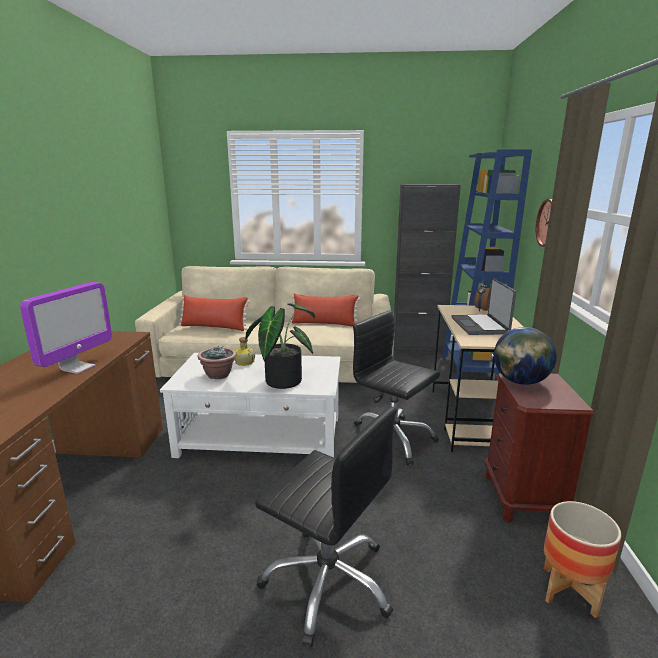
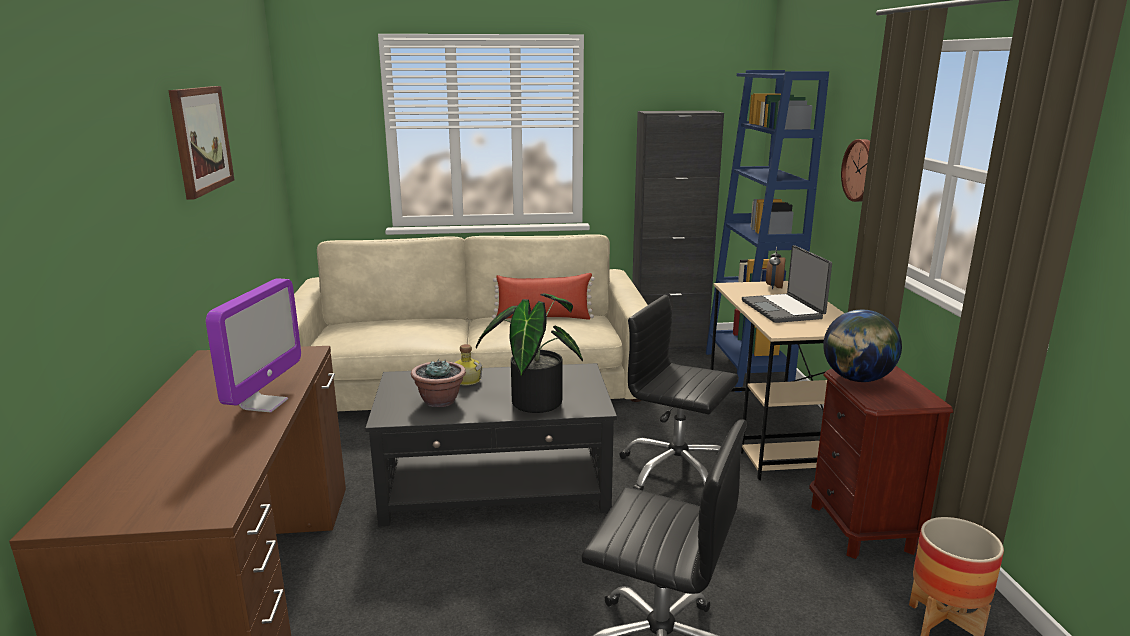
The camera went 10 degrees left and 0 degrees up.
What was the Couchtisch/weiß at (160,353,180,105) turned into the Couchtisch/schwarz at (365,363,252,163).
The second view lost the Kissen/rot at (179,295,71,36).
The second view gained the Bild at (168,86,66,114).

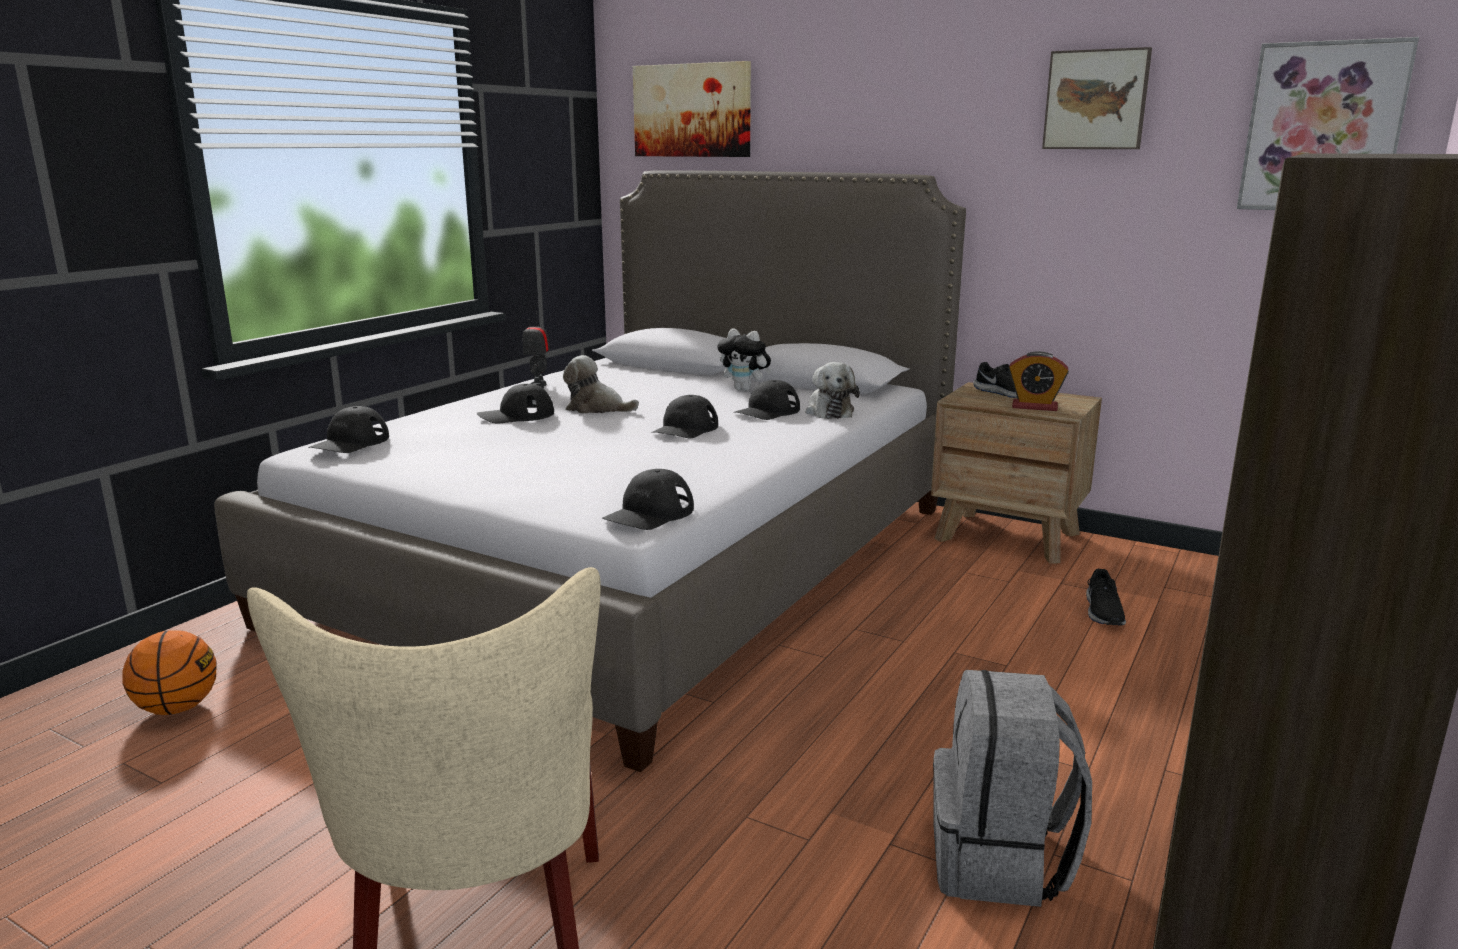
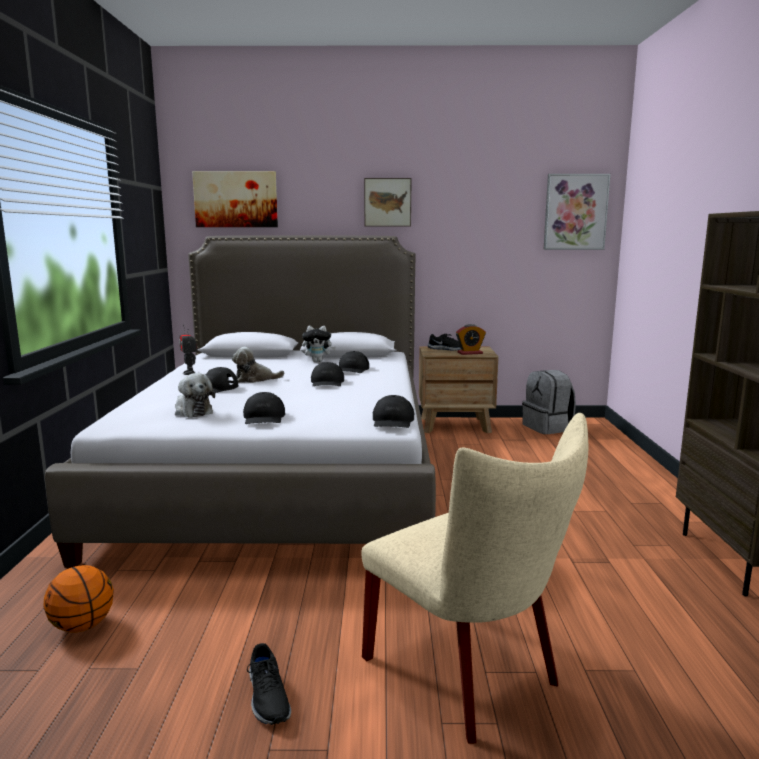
The camera went 30 degrees left and 5 degrees down.
The Kappe/schwarz ended up elsewhere, having gone from (308,406,81,47) to (243,392,42,32).
The Plüschtier ended up elsewhere, having gone from (805,362,55,57) to (175,373,40,44).
The Rucksack/grau ended up elsewhere, having gone from (933,670,159,237) to (522,370,54,64).
The Bild ended up elsewhere, having gone from (1042,47,110,102) to (364,178,48,49).
The Schuh/schwarz ended up elsewhere, having gone from (1086,569,40,56) to (247,643,44,82).

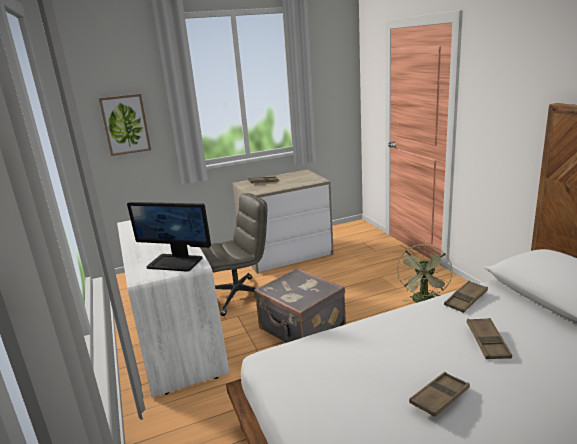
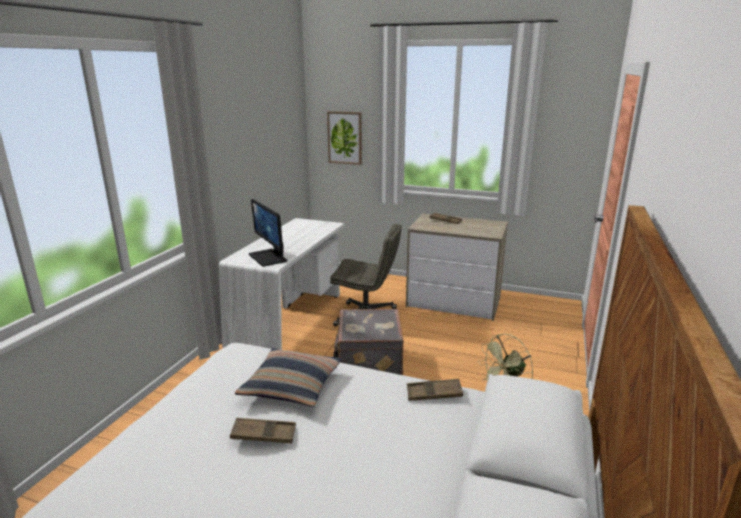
The camera went 40 degrees right and 0 degrees up.
The second view lost the Tablett/braun at (467,318,45,41).
The second view gained the Kissen at (235,348,107,59).

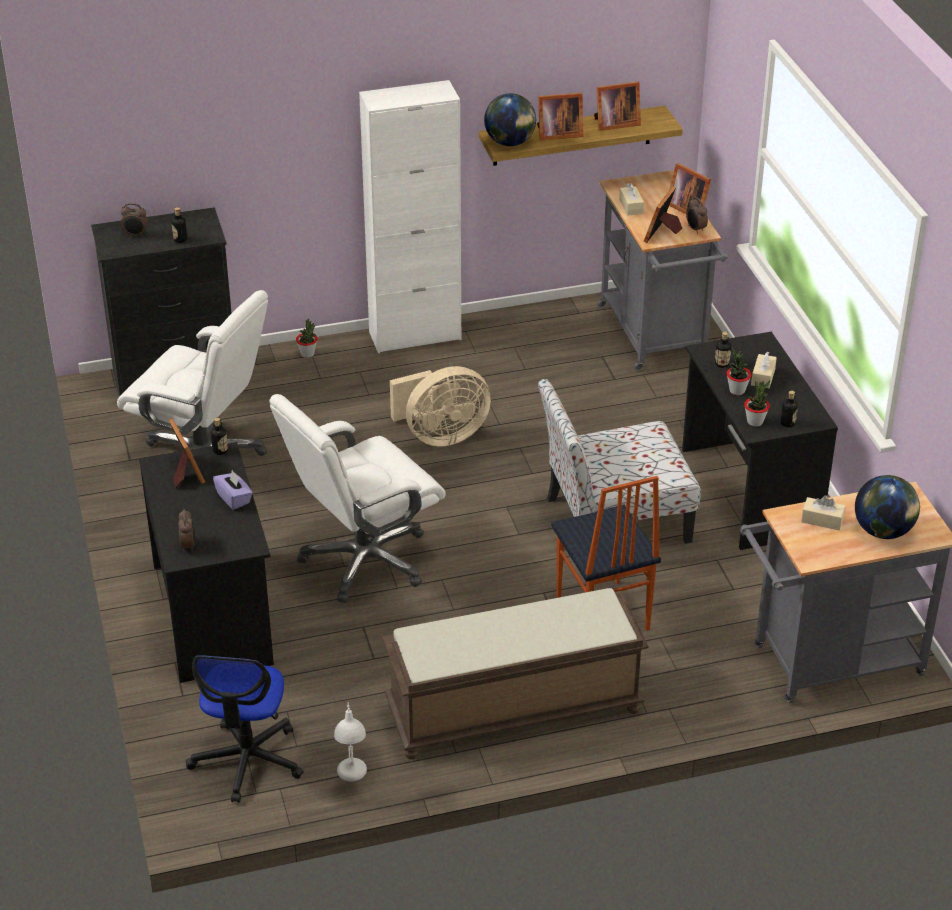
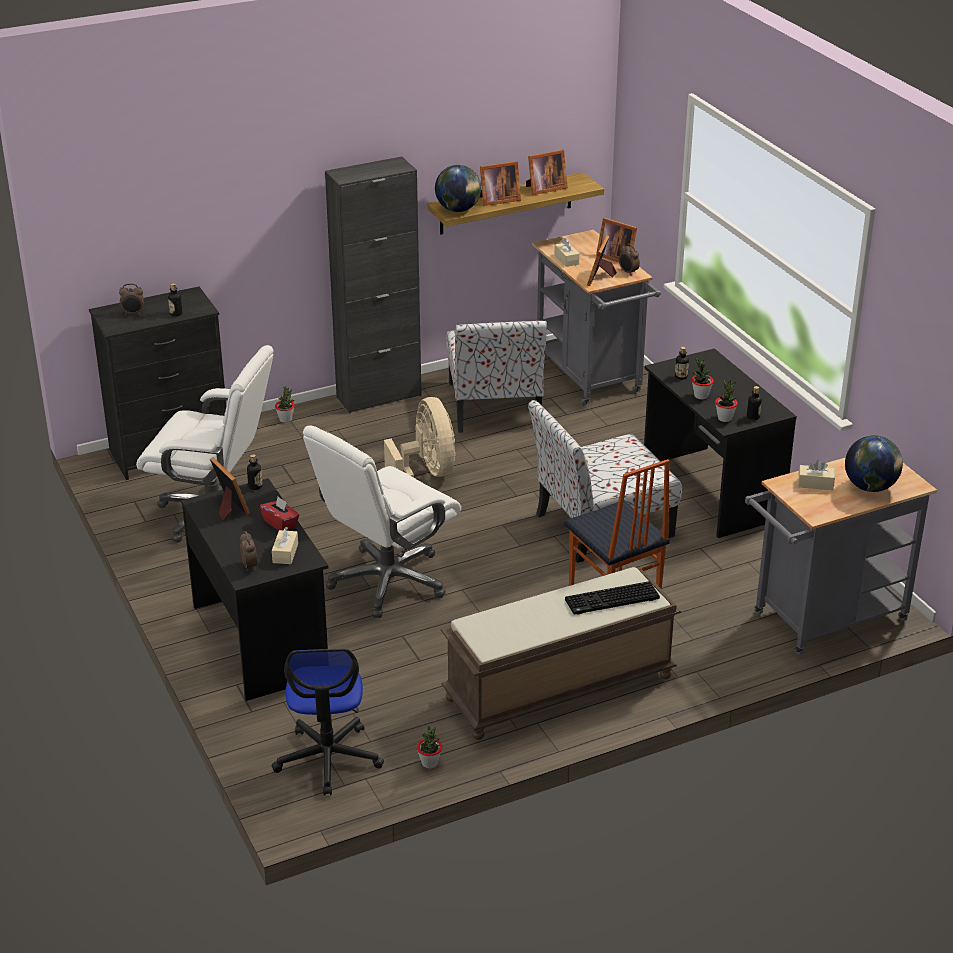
The camera went 10 degrees left and 5 degrees down.
What was the Taschentuchbox/lila at (213,470,40,40) turned into the Taschentuchbox/rot at (260,497,40,34).
Where the Tischlampe/weiß stood at (334,703,33,78), the Topfpflanze came to stand at (417,726,25,43).
What was the Schrank/weiß at (359,80,102,273) turned into the Schrank/schwarz at (325,156,97,257).
The Ventilator/beige at (390,366,101,80) ended up facing another way, 75 degrees counterclockwise from before.
The Taschentuchbox/beige ended up elsewhere, having gone from (751,351,26,37) to (272,527,26,37).
The second view gained the Stuhl at (446,321,101,112).
The second view gained the Tastatur at (565,581,95,34).

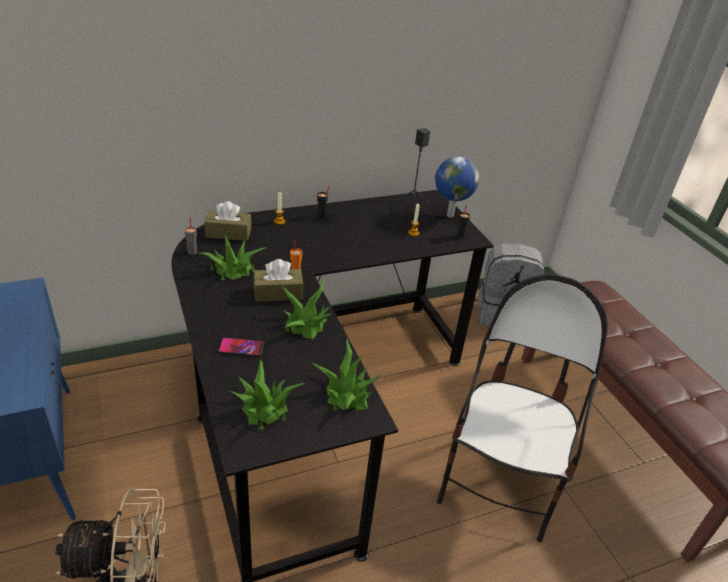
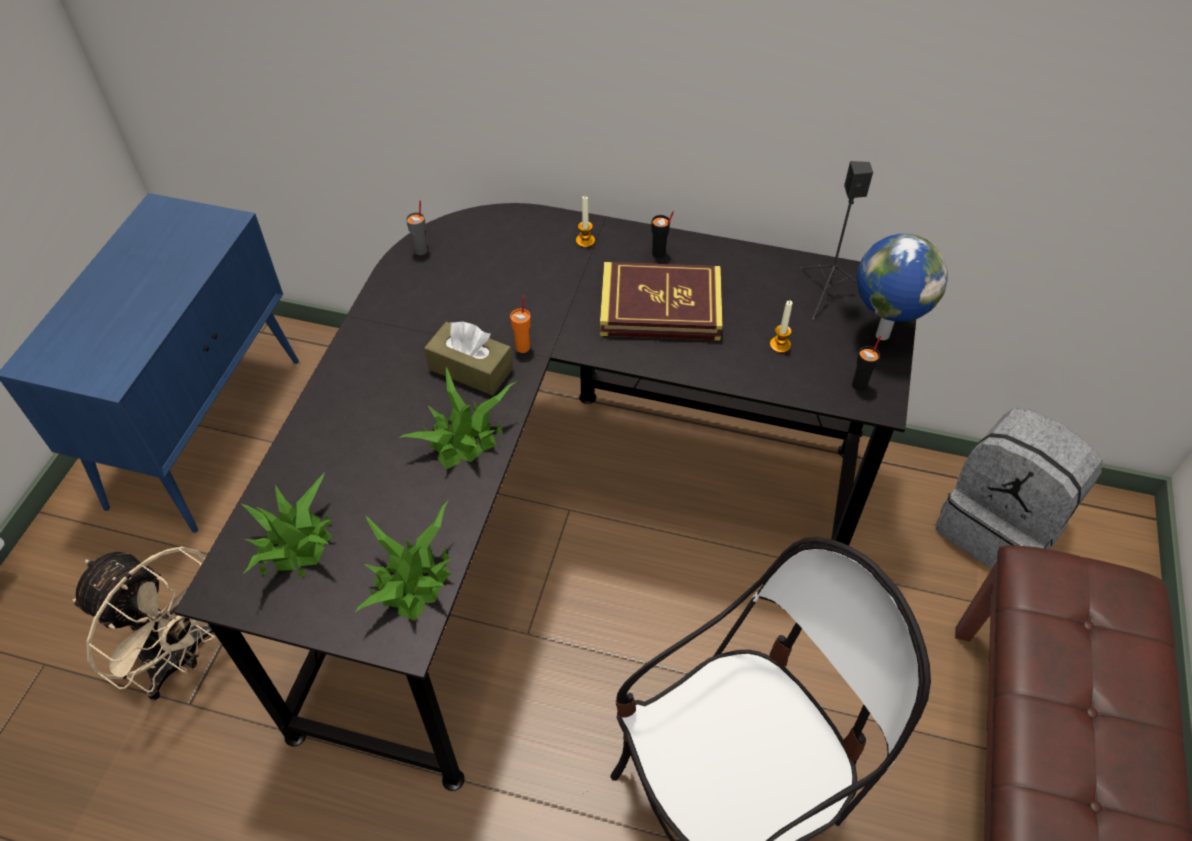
The camera went 40 degrees right and 15 degrees up.
The second view lost the Topfpflanze at (200,234,67,46).
The second view lost the Taschentuchbox/braun at (204,201,47,40).
The second view lost the Handy at (218,338,46,19).
The second view gained the Buch at (600,262,123,78).

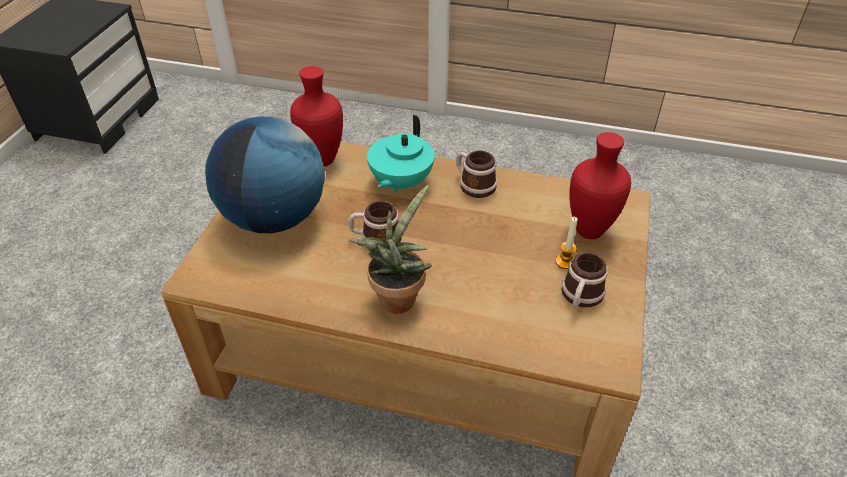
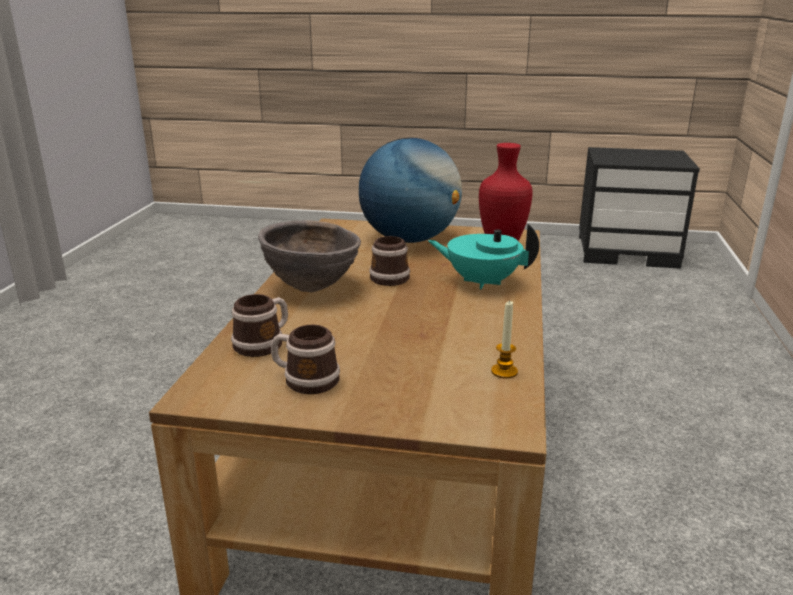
The camera went 85 degrees right and 20 degrees down.
Where the Topfpflanze stood at (349,185,83,129), the Schüssel/braun came to stand at (258,220,103,73).
The Henkelbecher ended up elsewhere, having gone from (456,151,41,47) to (231,294,57,63).
The Kerze ended up elsewhere, having gone from (555,217,22,52) to (491,300,27,79).
The second view lost the Vase/rot at (569,132,62,107).

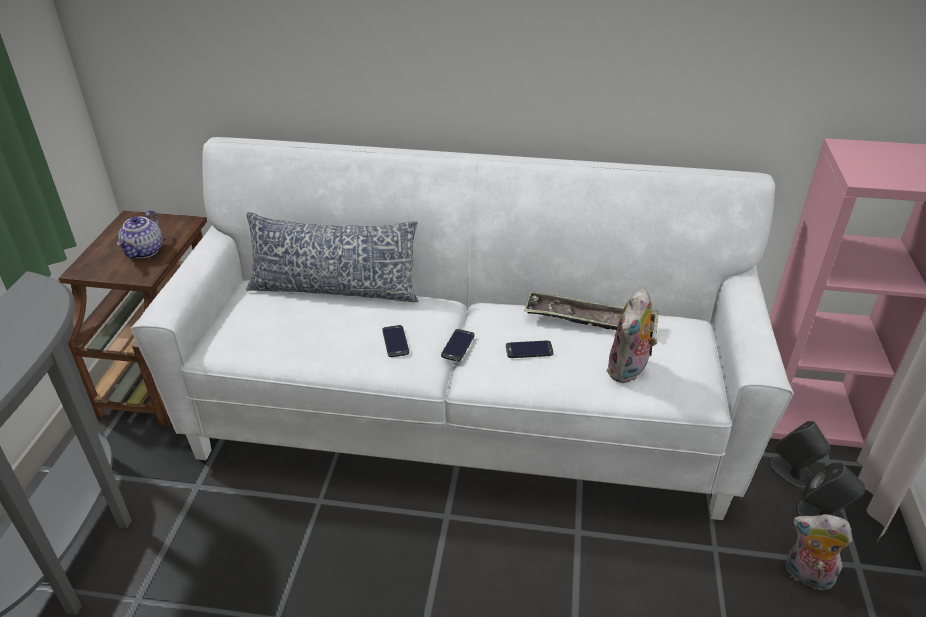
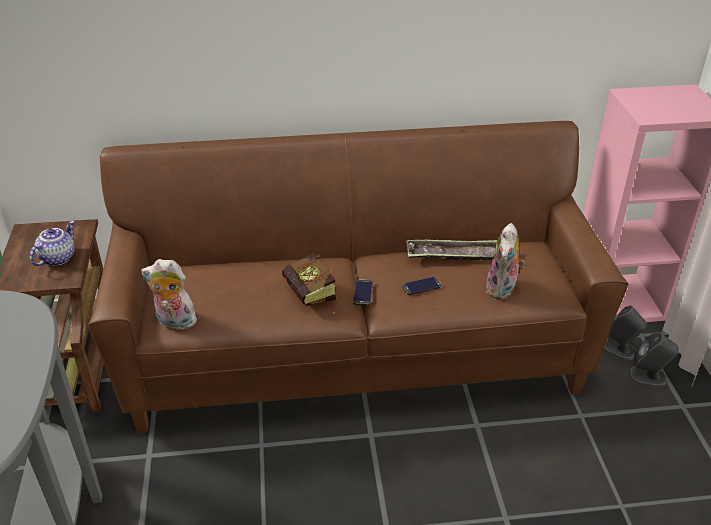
The camera went 15 degrees left and 0 degrees up.
The Teekanne at (117,210,46,48) ended up facing another way, 150 degrees counterclockwise from before.
What was the Sofa/weiß at (131,137,663,383) turned into the Sofa/braun at (88,121,541,313).
The second view lost the Kissen at (246,212,172,90).
Where the Handy stood at (382,325,27,32), the Buch came to stand at (282,253,54,61).
The Plüschtier ended up elsewhere, having gone from (785,514,67,76) to (141,259,58,71).

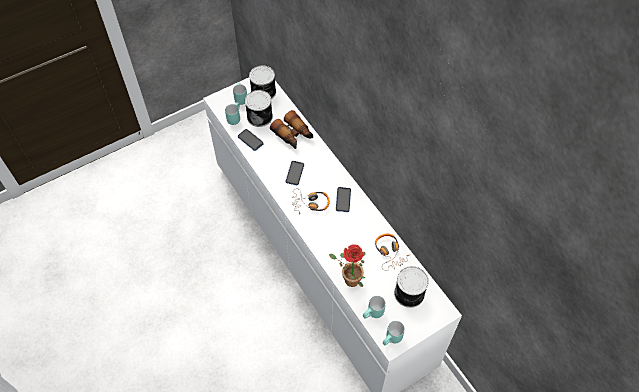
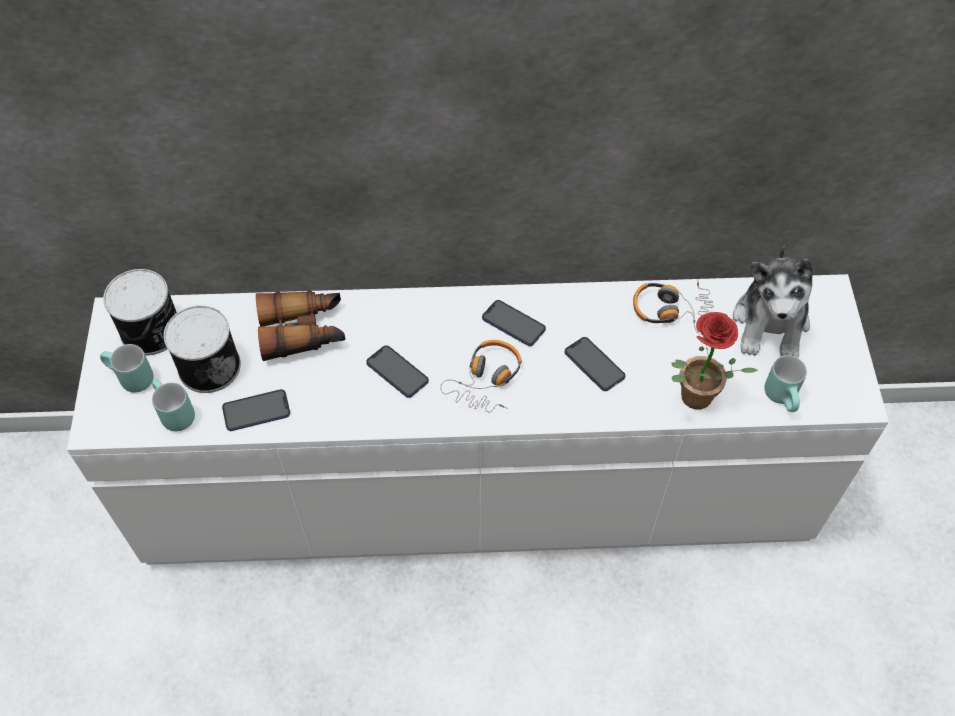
The camera went 60 degrees left and 0 degrees up.
The second view lost the Henkelbecher/türkis at (383,321,22,24).
Where the Dose stood at (394,266,35,42), the Plüschtier came to stand at (733,245,79,113).
The second view gained the Handy at (565,337,61,54).

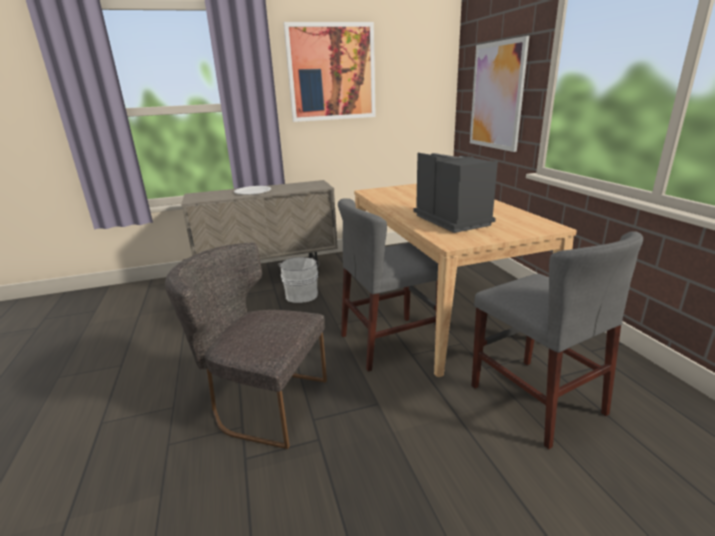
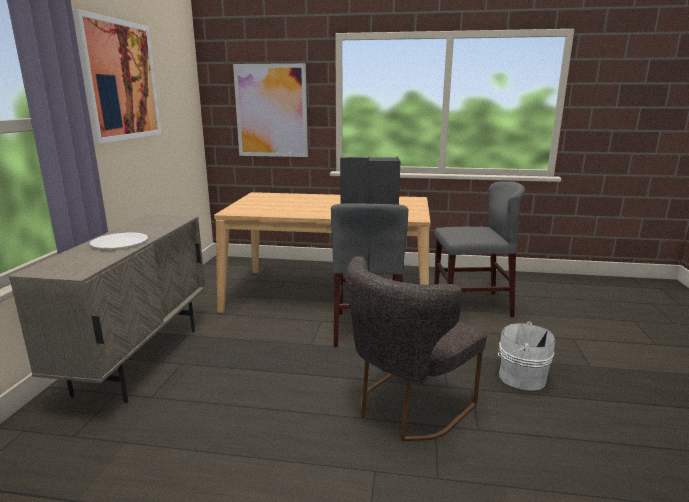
The camera went 65 degrees left and 5 degrees down.
The Eimer/weiß ended up elsewhere, having gone from (278,257,41,46) to (497,321,58,70).

